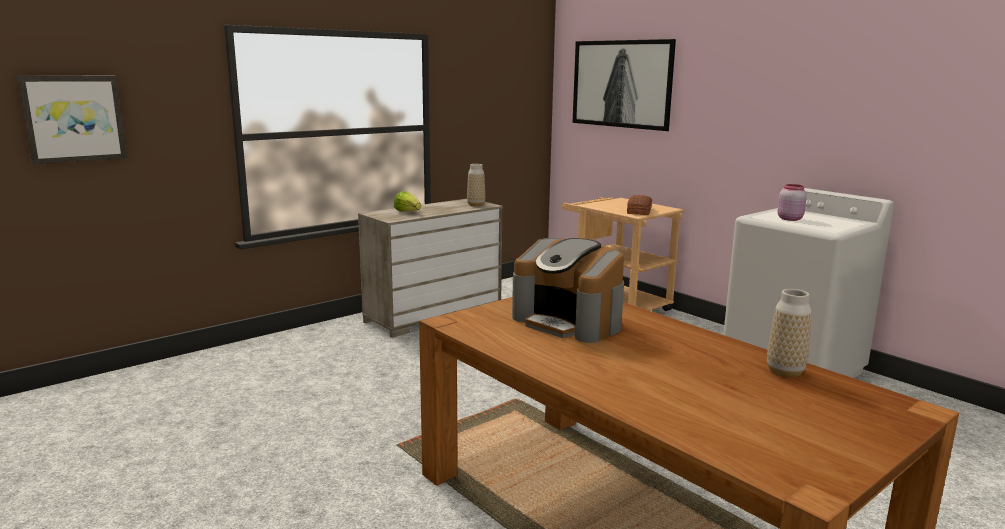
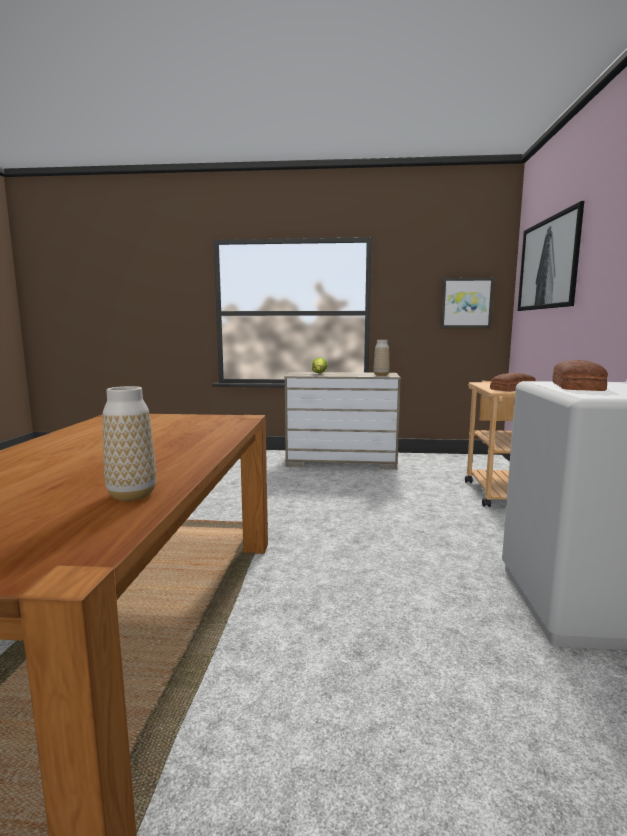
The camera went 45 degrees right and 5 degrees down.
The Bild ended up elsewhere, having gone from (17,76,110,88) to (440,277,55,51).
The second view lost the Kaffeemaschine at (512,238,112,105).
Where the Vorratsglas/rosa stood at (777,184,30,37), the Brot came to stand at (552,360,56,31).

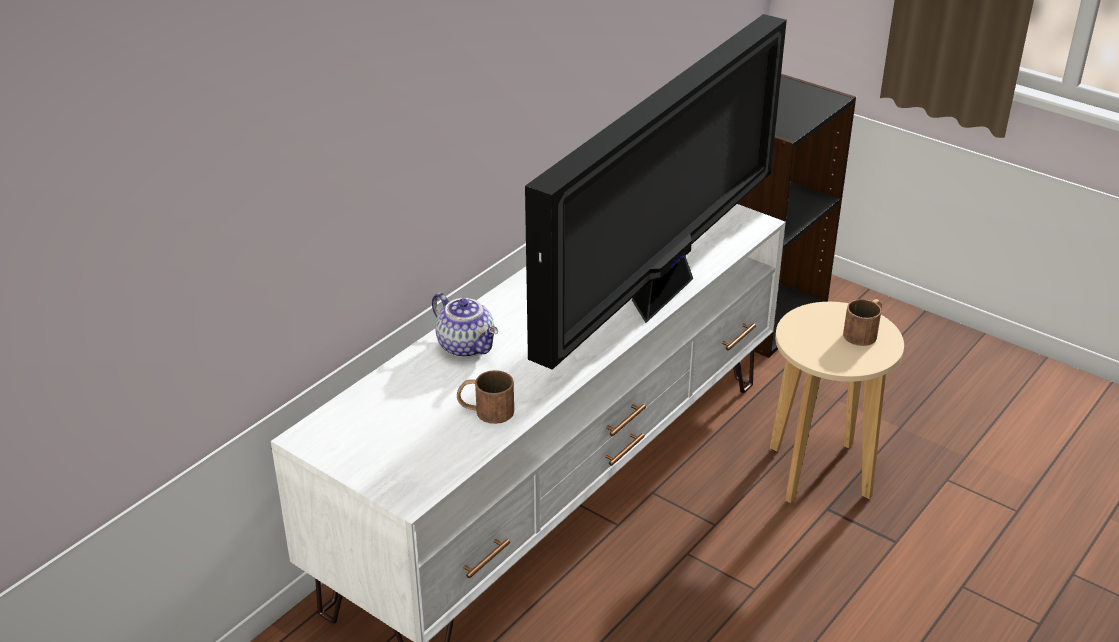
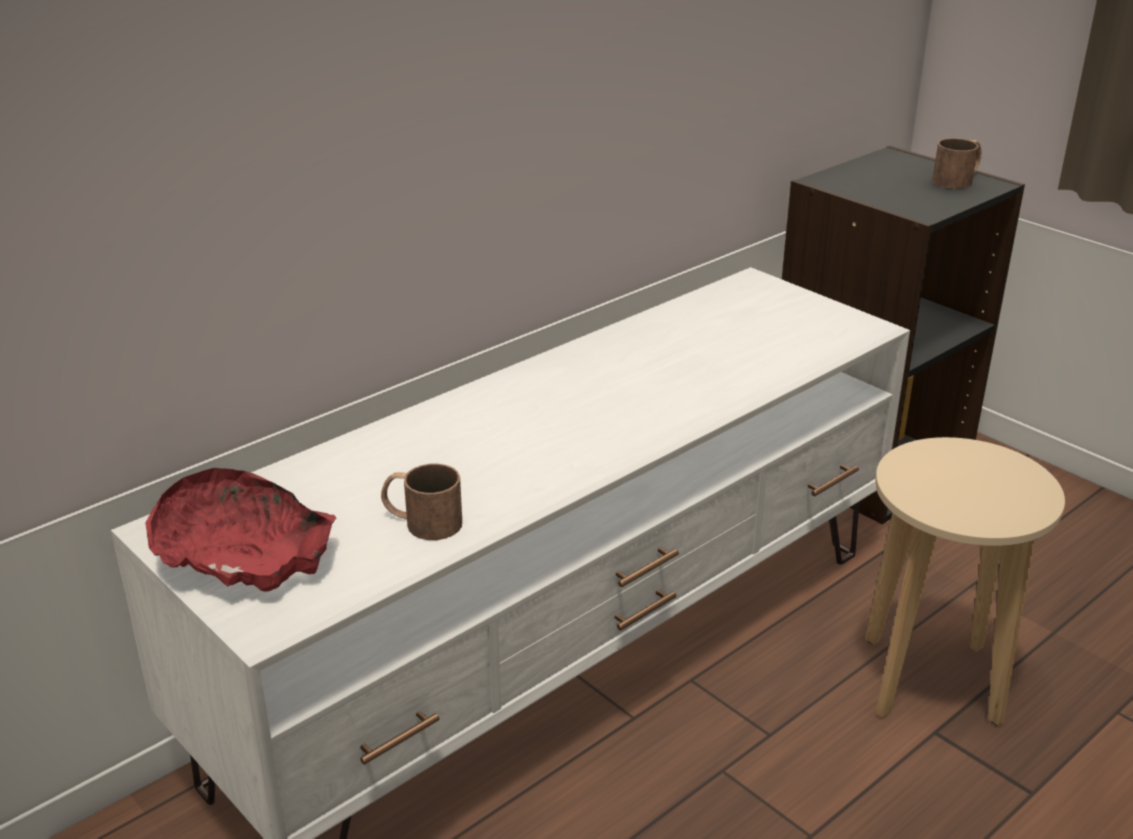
The camera went 10 degrees right and 5 degrees down.
The second view lost the Teekanne at (432,292,66,66).
The second view lost the Fernseher at (525,14,262,356).
The Henkelbecher/braun ended up elsewhere, having gone from (843,299,39,47) to (932,138,50,51).
The second view gained the Schüssel/rot at (145,468,191,124).

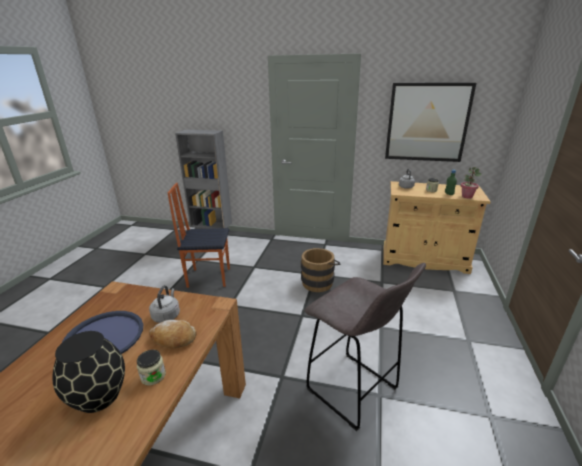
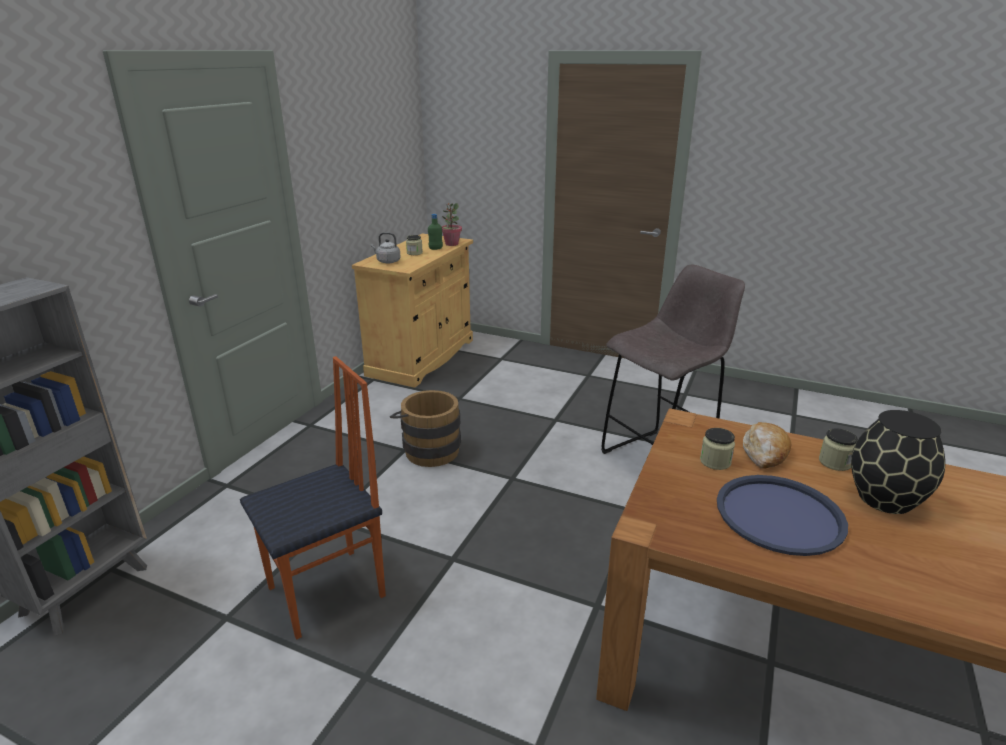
The camera went 80 degrees left and 0 degrees up.
Where the Wasserkessel/grau stood at (149,285,31,38), the Vorratsglas came to stand at (700,428,35,42).
The Stuhl at (168,183,62,105) ended up facing another way, 135 degrees counterclockwise from before.
The second view lost the Bild at (385,82,91,80).

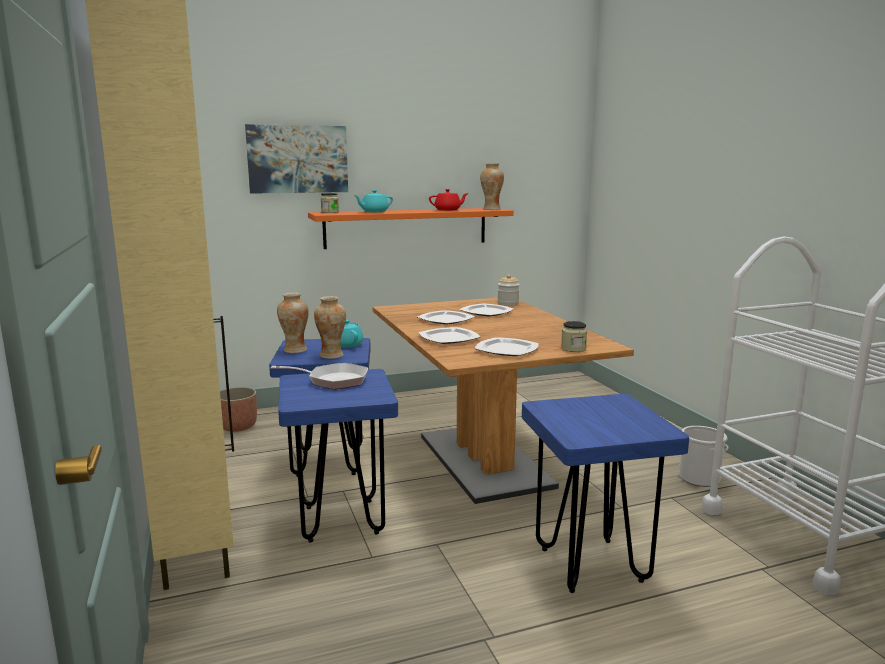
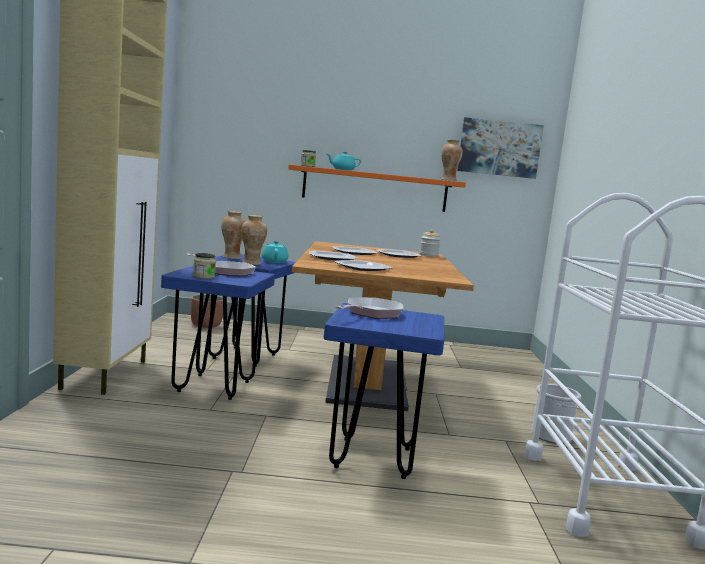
The camera went 20 degrees right and 5 degrees down.
The Bild ended up elsewhere, having gone from (245,124,103,70) to (457,117,87,62).
The second view lost the Teekanne/rot at (429,189,40,22).
The Vorratsglas ended up elsewhere, having gone from (561,321,26,31) to (193,253,23,26).
The second view gained the Pfanne at (335,297,69,21).

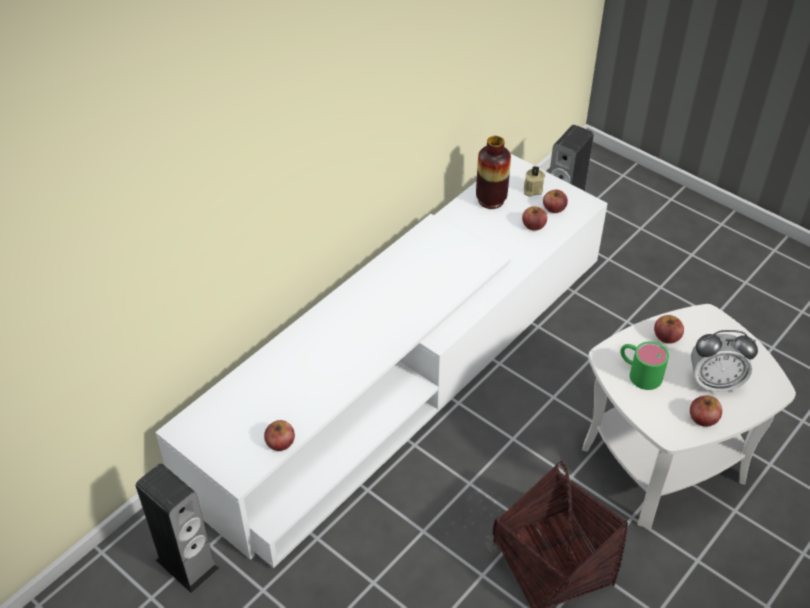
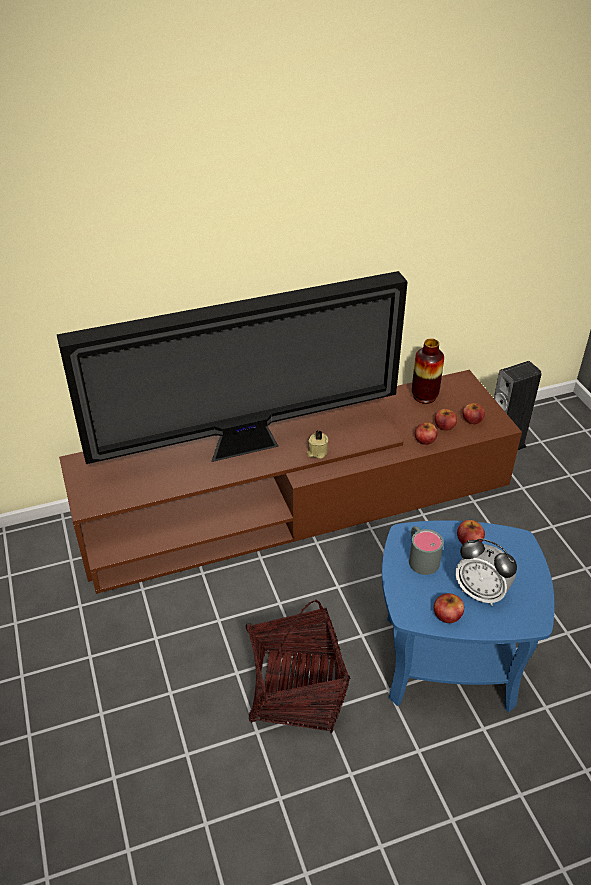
The camera went 30 degrees right and 5 degrees down.
The second view lost the Lautsprecher at (135,463,84,130).
What was the Fernsehschrank/weiß at (155,154,453,414) turned into the Fernsehschrank/braun at (59,370,463,224).
The Apfel ended up elsewhere, having gone from (264,420,31,31) to (415,422,22,23).
The Kerze/beige ended up elsewhere, having gone from (524,166,21,31) to (307,430,21,29).
What was the Beistelltisch/weiß at (582,304,214,225) turned into the Beistelltisch/blau at (382,520,172,192).
What was the Henkelbecher/grün at (620,341,49,49) turned into the Henkelbecher/grau at (409,526,35,49).
The second view gained the Fernseher at (57,271,351,193).

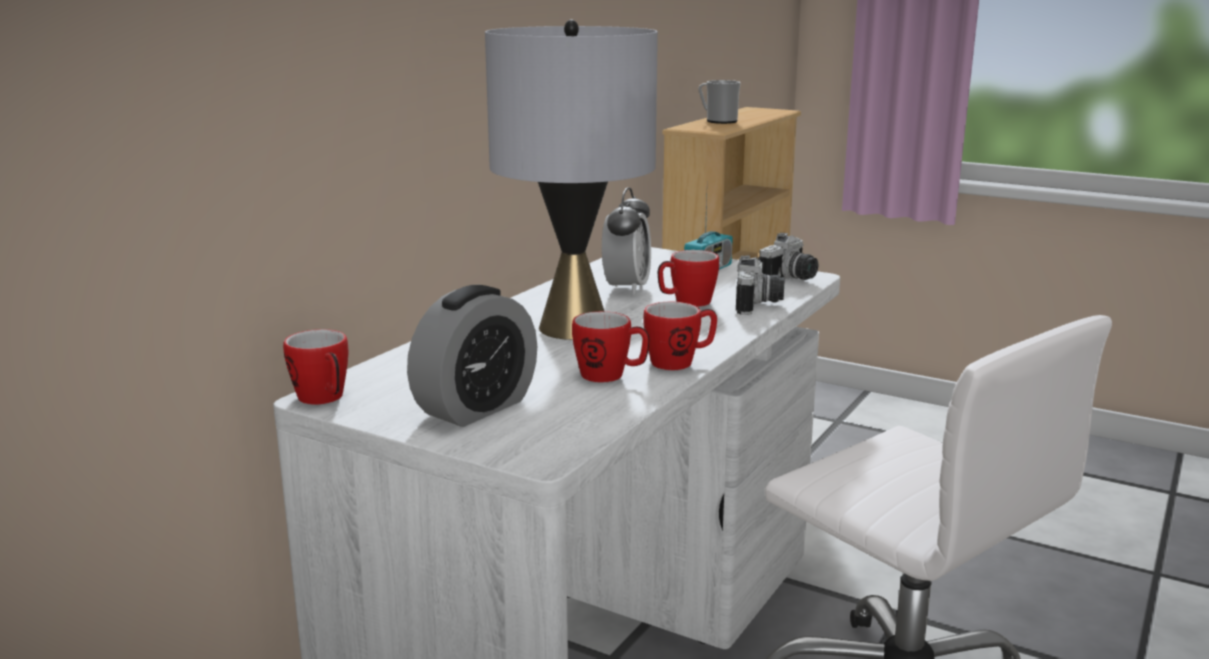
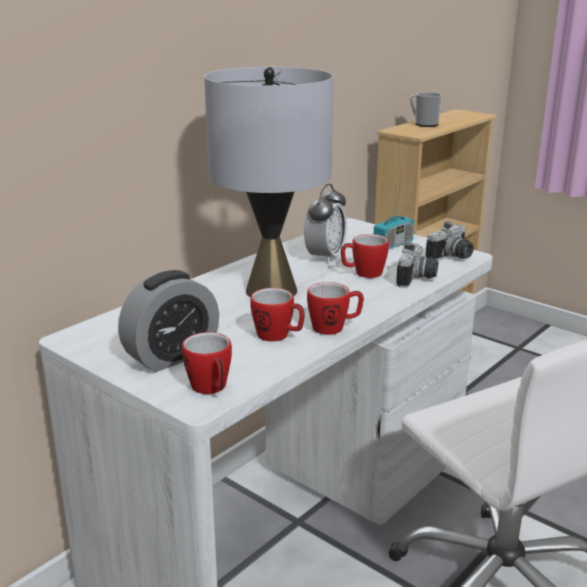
The camera went 10 degrees right and 5 degrees up.
The Henkelbecher ended up elsewhere, having gone from (283,329,66,76) to (182,332,50,62).

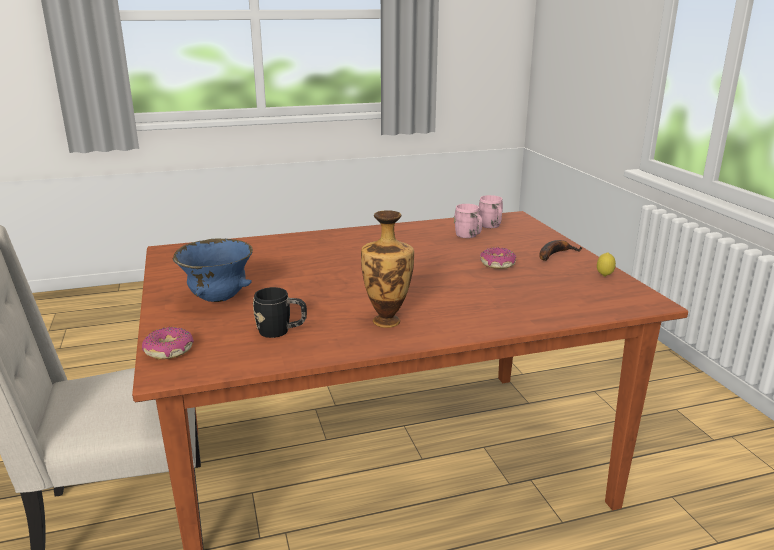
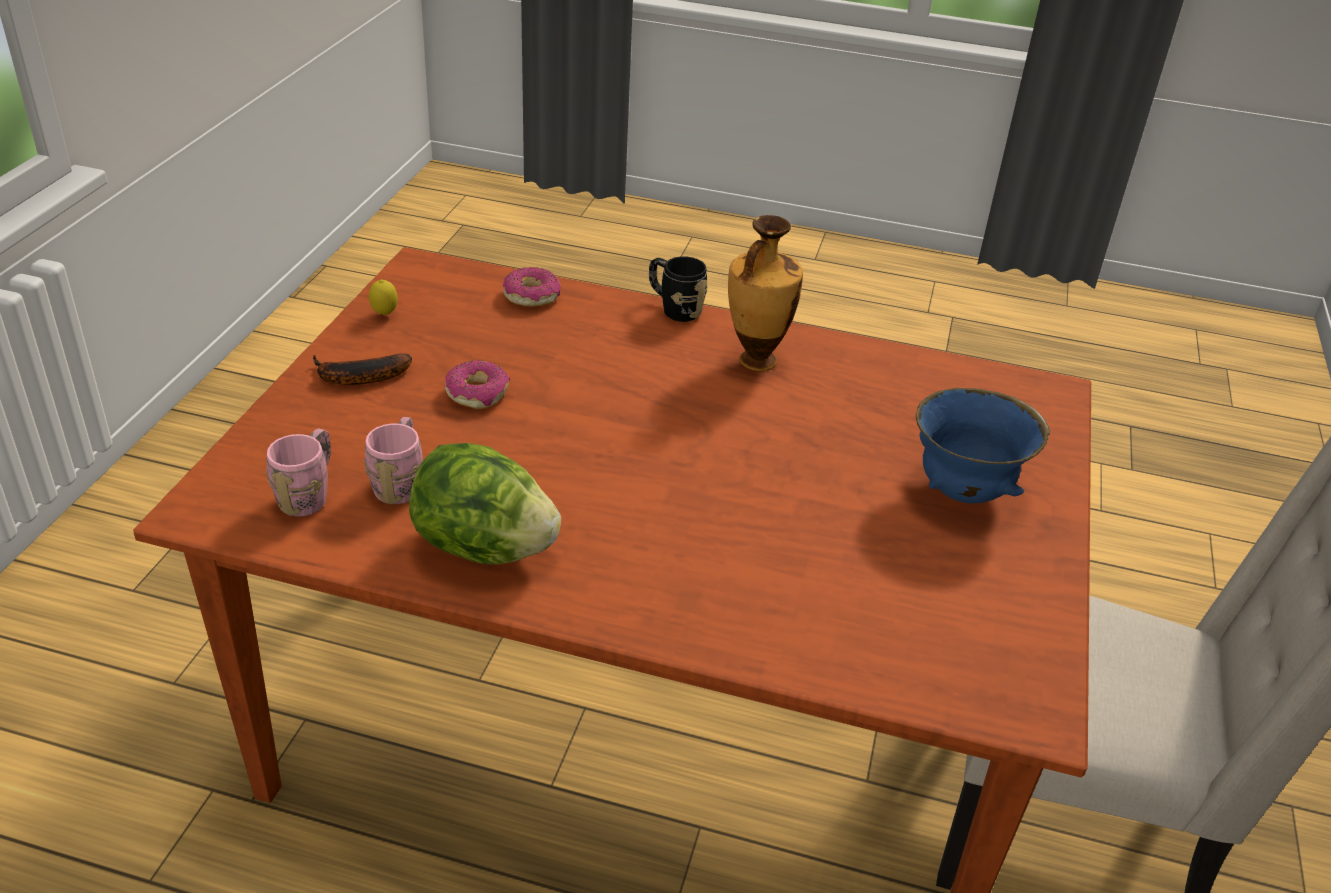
The camera went 150 degrees left and 15 degrees up.
The Donut ended up elsewhere, having gone from (142,327,52,32) to (503,267,58,40).
The Henkelbecher/schwarz ended up elsewhere, having gone from (253,287,54,51) to (649,256,58,66).
The second view gained the Salatkopf at (409,443,152,121).

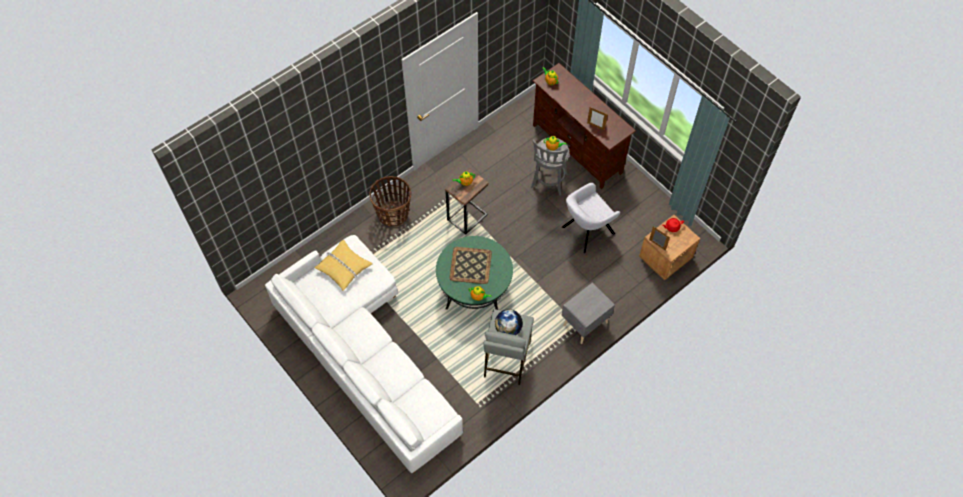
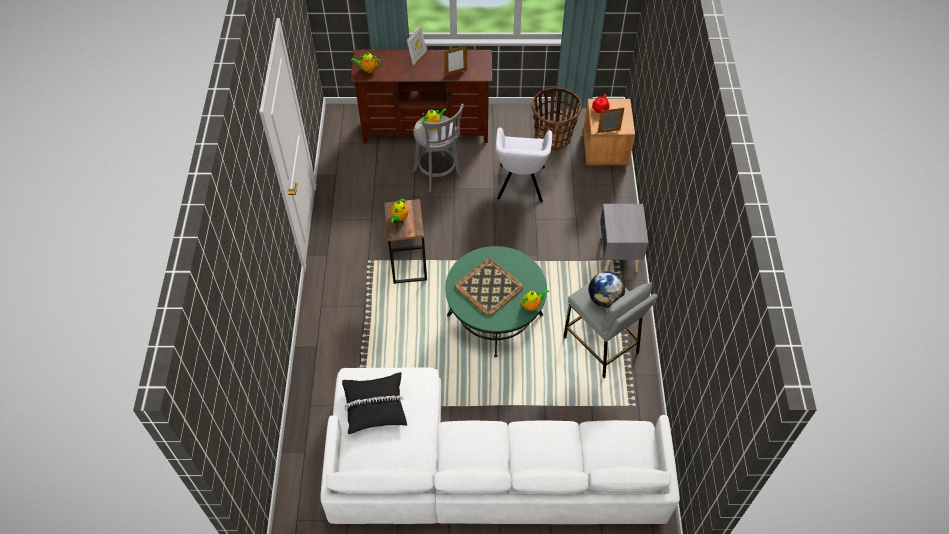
The camera went 50 degrees left and 5 degrees down.
What was the Kissen/gelb at (315,240,58,51) turned into the Kissen/schwarz at (342,372,65,62).
The Korb ended up elsewhere, having gone from (369,176,42,51) to (532,87,49,64).
The second view gained the Bilderrahmen at (407,26,20,39).

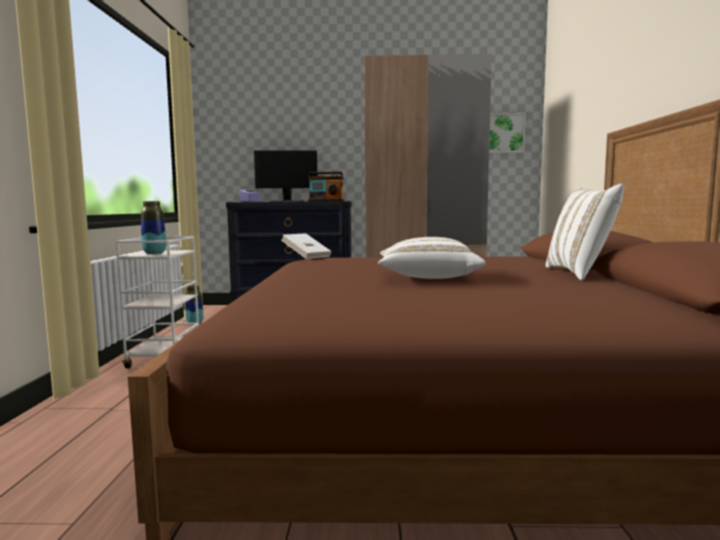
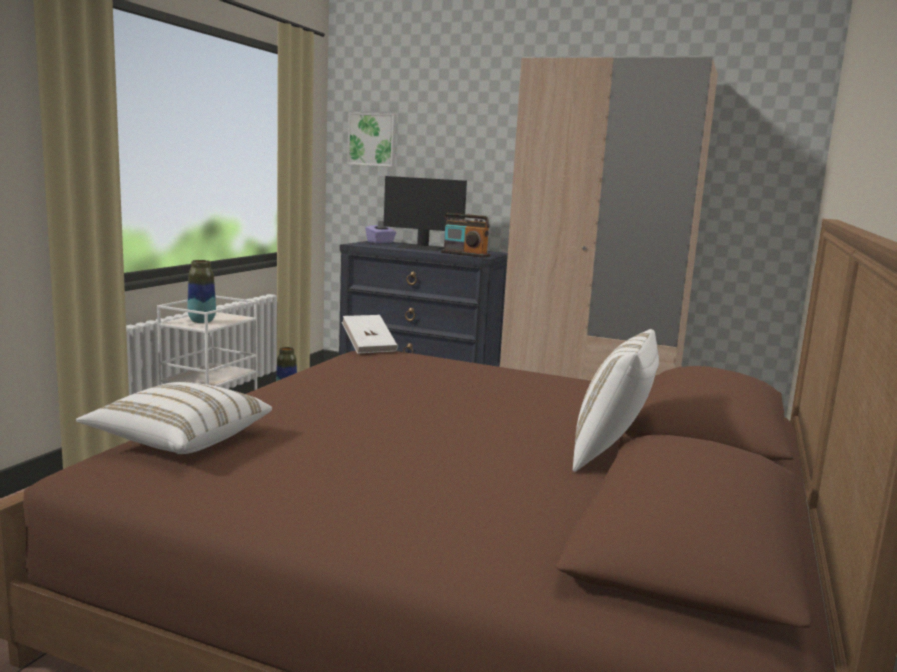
The camera went 20 degrees right and 5 degrees up.
The Kissen/weiß ended up elsewhere, having gone from (378,237,107,42) to (76,382,196,72).
The Bild ended up elsewhere, having gone from (489,113,37,40) to (347,113,50,54).

